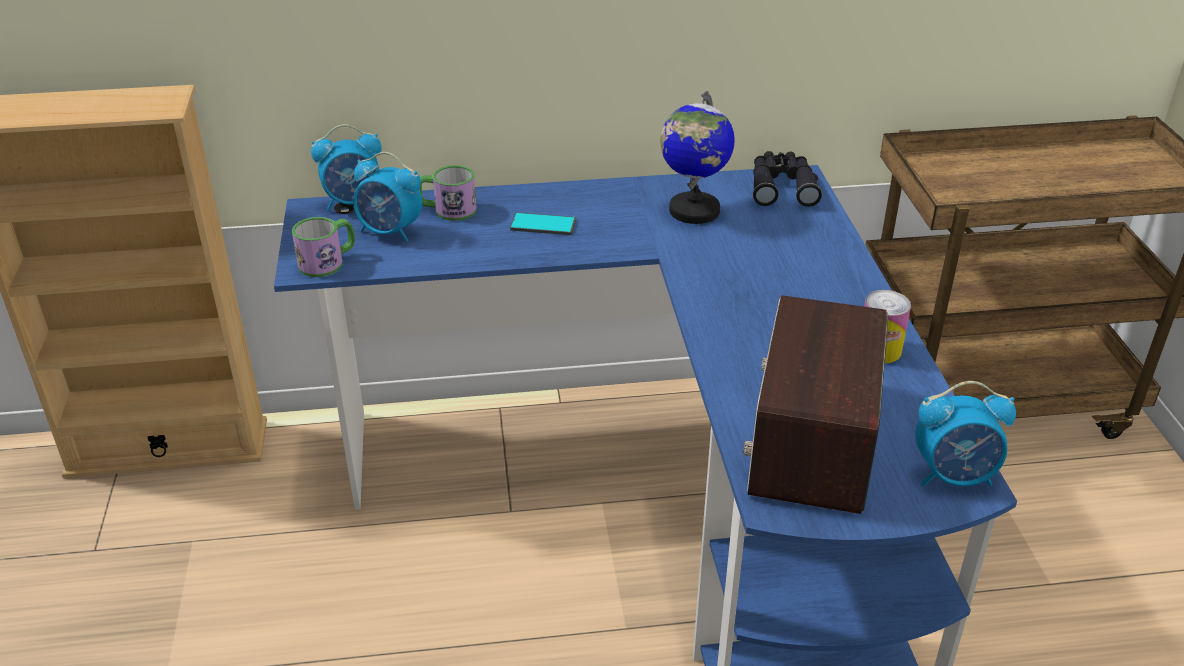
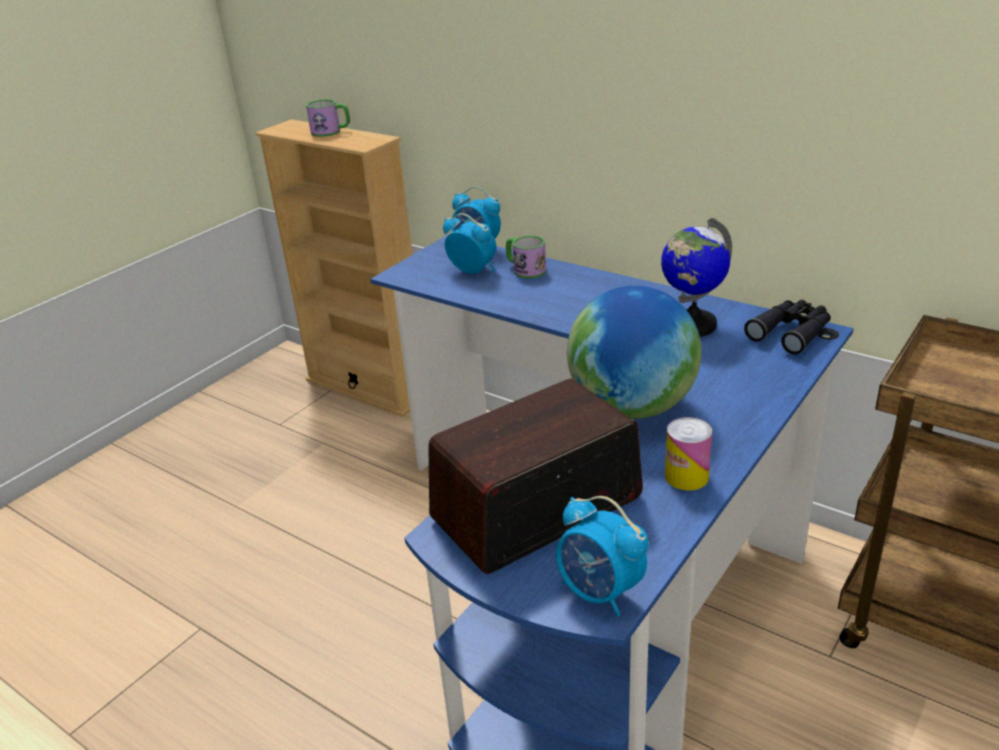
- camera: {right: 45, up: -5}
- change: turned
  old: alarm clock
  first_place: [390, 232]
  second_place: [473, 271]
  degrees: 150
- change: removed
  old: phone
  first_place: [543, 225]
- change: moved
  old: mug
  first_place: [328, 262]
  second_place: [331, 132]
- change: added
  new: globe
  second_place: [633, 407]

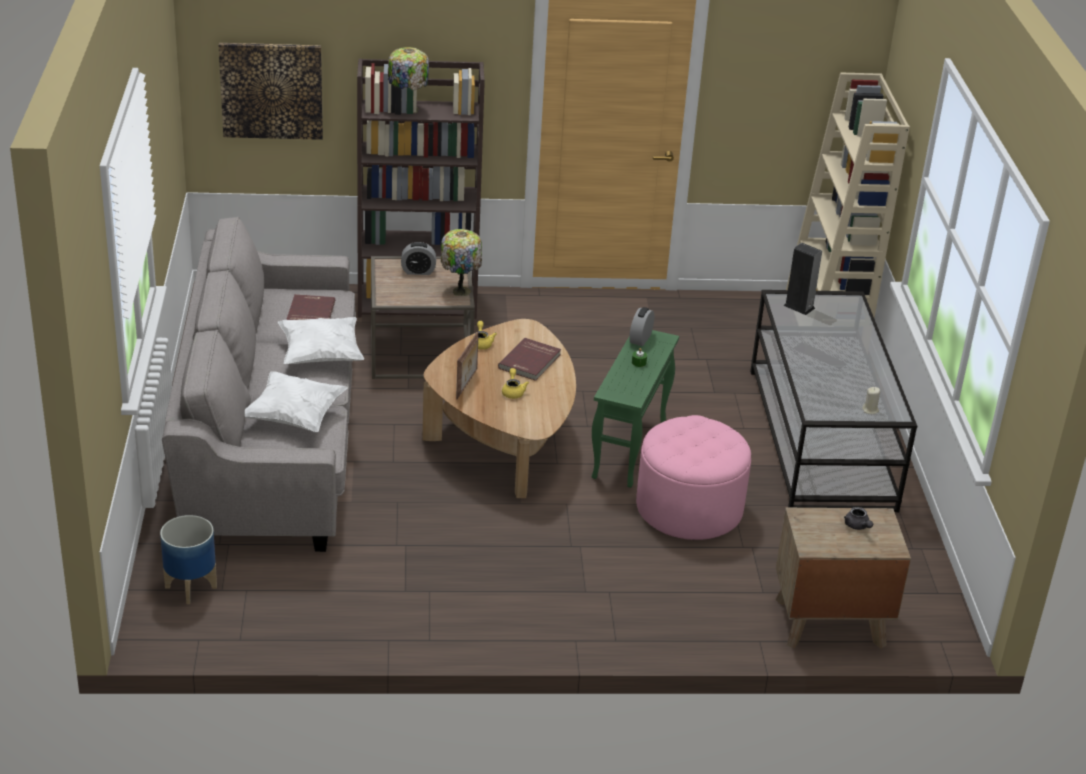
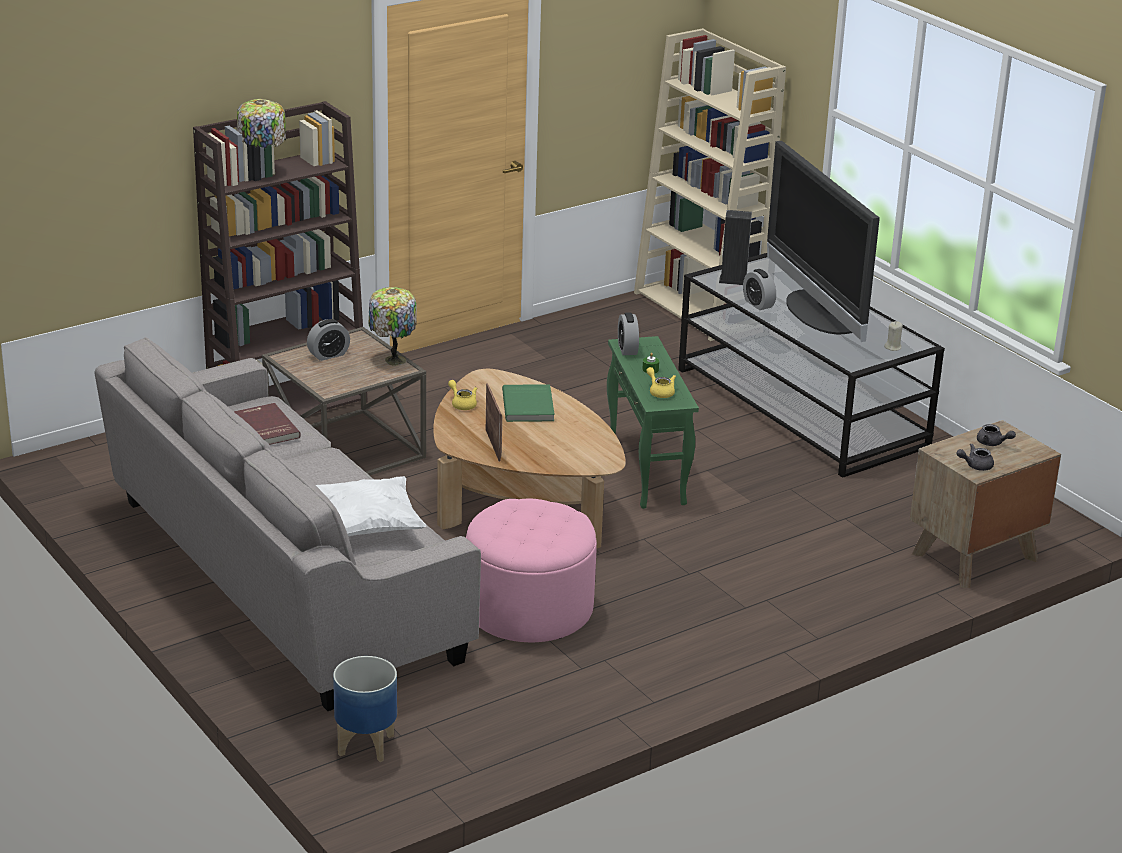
- camera: {right: -30, up: -5}
- change: removed
  old: picture
  first_place: [271, 90]
- change: removed
  old: white pillow
  first_place: [321, 356]
- change: recoloured
  old: red book
  new: green book
  first_place: [530, 362]
  second_place: [529, 406]
- change: moved
  old: yellow teapot
  first_place: [513, 391]
  second_place: [660, 392]
- change: moved
  old: pink ottoman
  first_place: [689, 508]
  second_place: [529, 608]
- change: added
  new: television
  second_place: [817, 313]
- change: added
  new: alarm clock
  second_place: [758, 304]
- change: added
  new: grey teapot
  second_place: [975, 465]

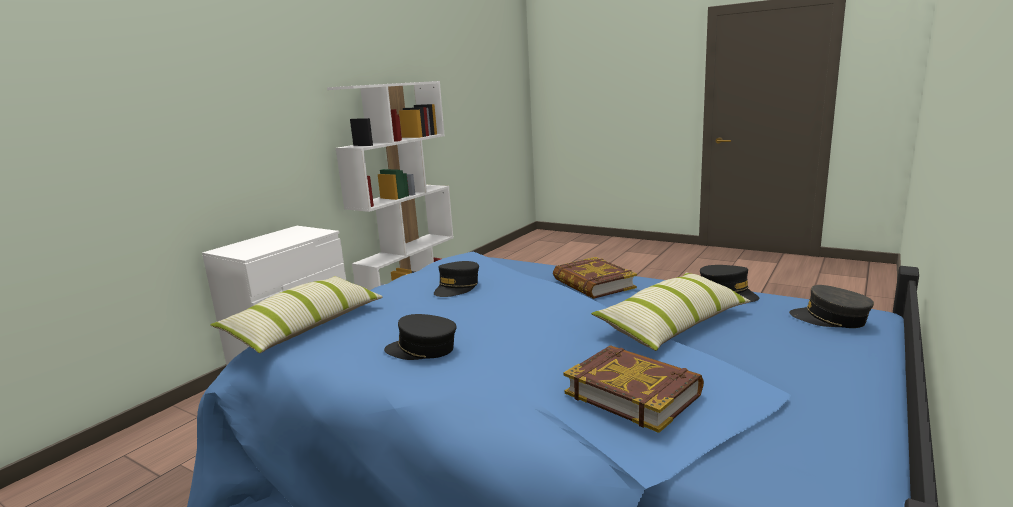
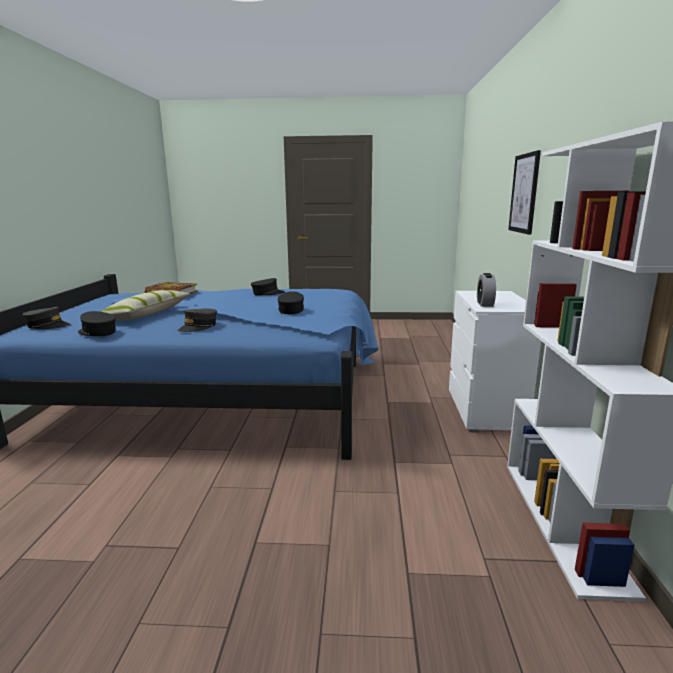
- camera: {right: 150, up: 0}
- change: replaced
  old: book
  new: grey cap
  first_place: [593, 284]
  second_place: [198, 327]
- change: removed
  old: pillow
  first_place: [305, 326]
- change: added
  new: picture
  second_place: [524, 193]
- change: added
  new: alarm clock
  second_place: [485, 304]

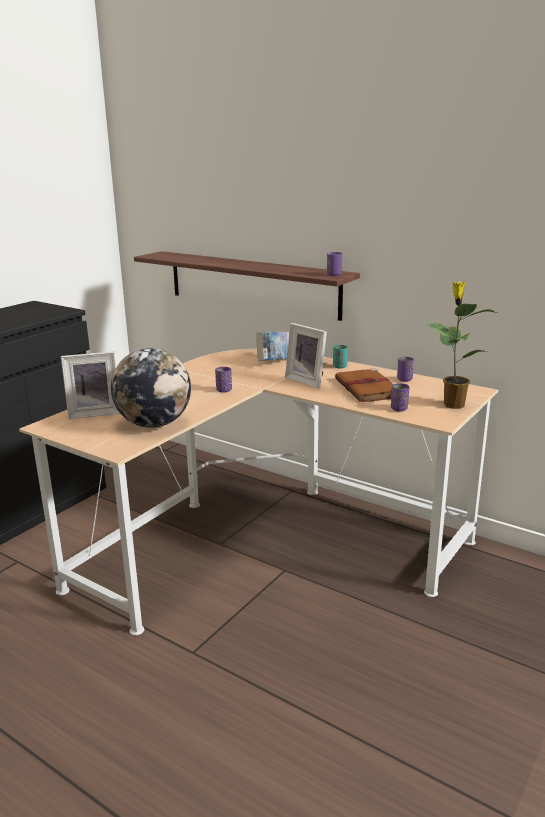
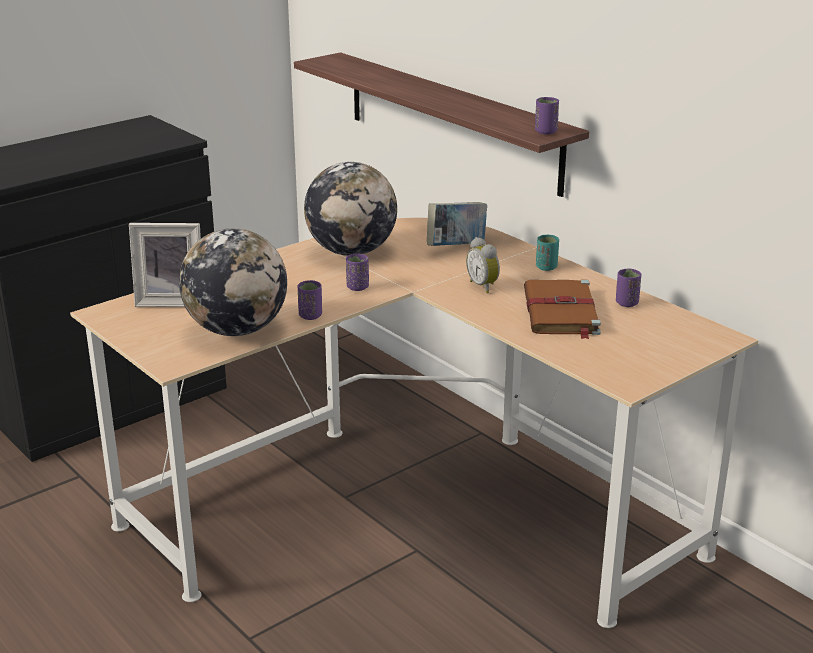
- camera: {right: 15, up: 5}
- change: removed
  old: potted plant
  first_place: [452, 404]
- change: replaced
  old: picture frame
  new: alarm clock
  first_place: [308, 380]
  second_place: [484, 286]
- change: moved
  old: purple cup
  first_place: [399, 409]
  second_place: [310, 316]
- change: added
  new: globe
  second_place: [351, 251]

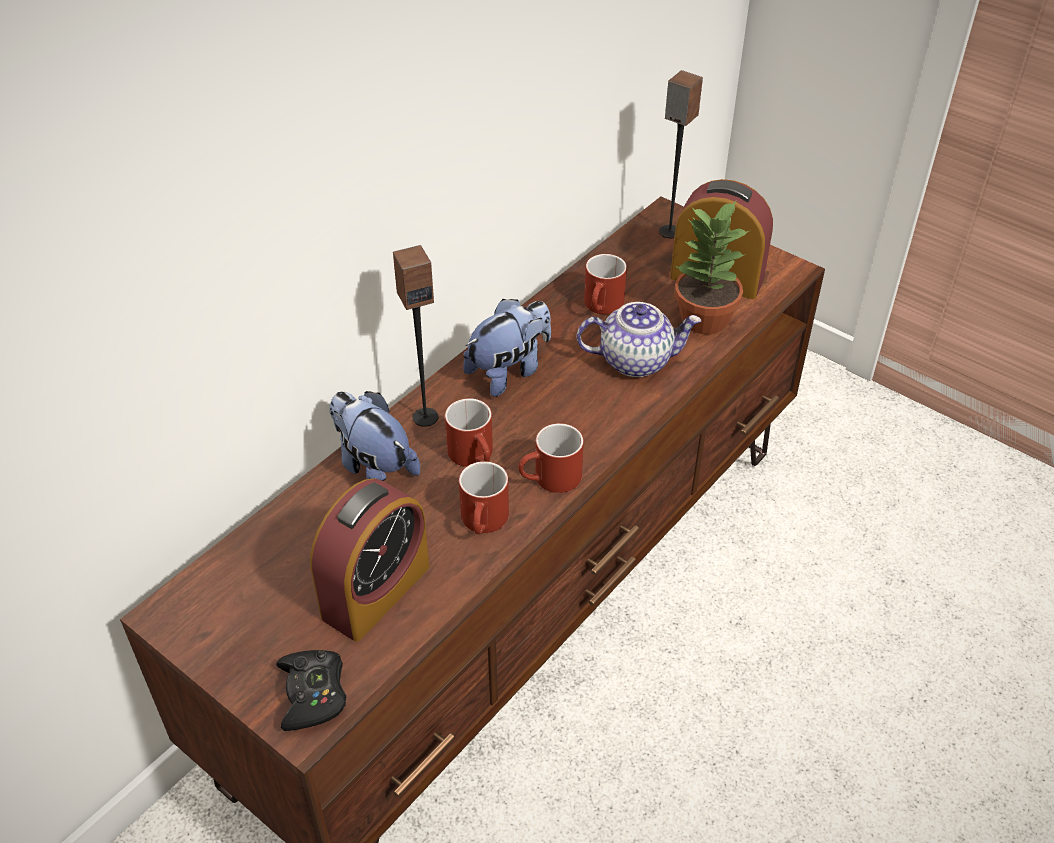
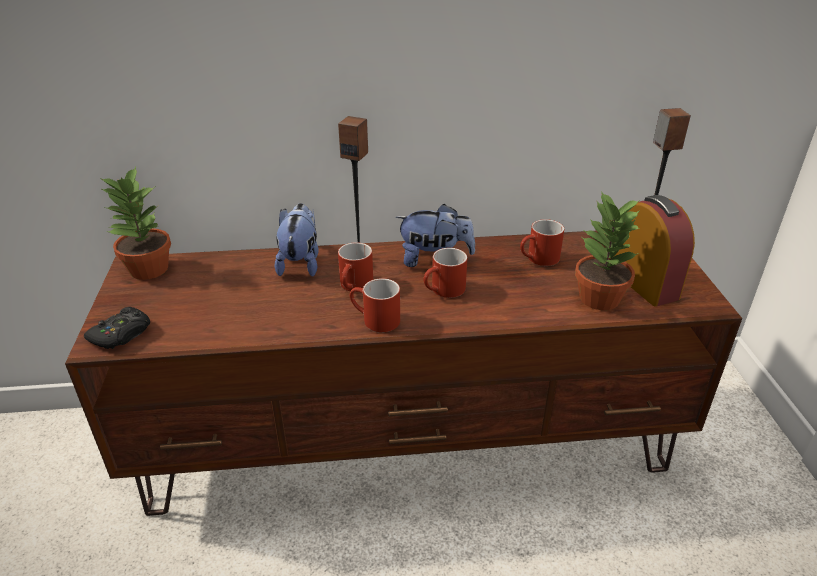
- camera: {right: 45, up: -10}
- change: removed
  old: teapot
  first_place: [636, 360]
- change: moved
  old: red mug
  first_place: [485, 523]
  second_place: [444, 291]
- change: removed
  old: alarm clock
  first_place: [376, 591]
- change: added
  new: potted plant
  second_place: [147, 269]

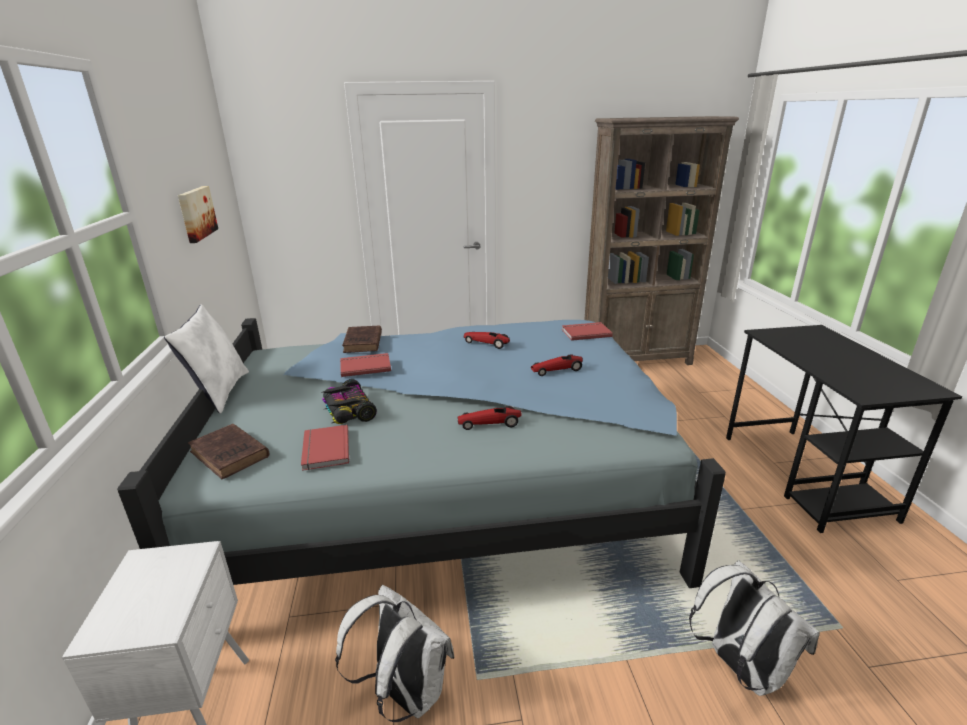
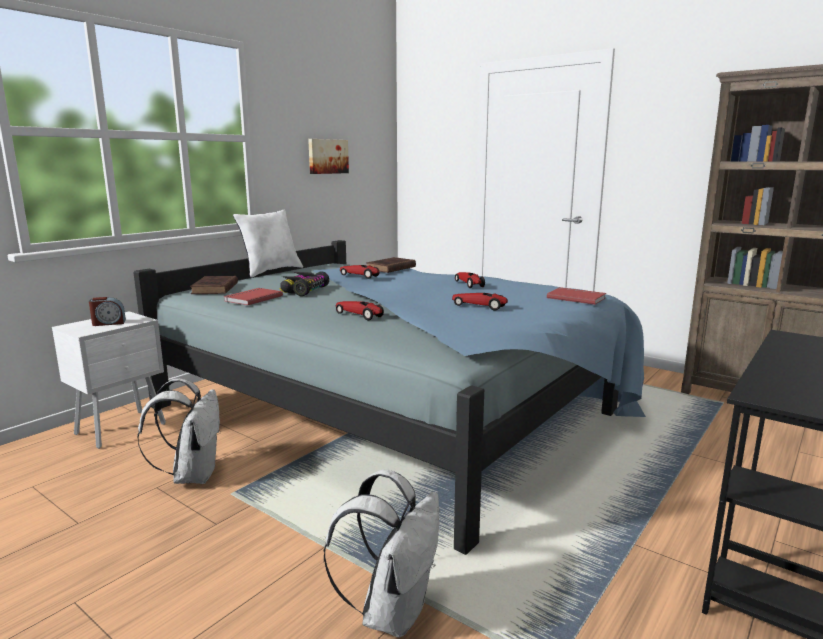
- camera: {right: 45, up: -10}
- change: replaced
  old: red book
  new: toy car
  first_place: [365, 366]
  second_place: [359, 276]
- change: added
  new: alarm clock
  second_place: [109, 323]

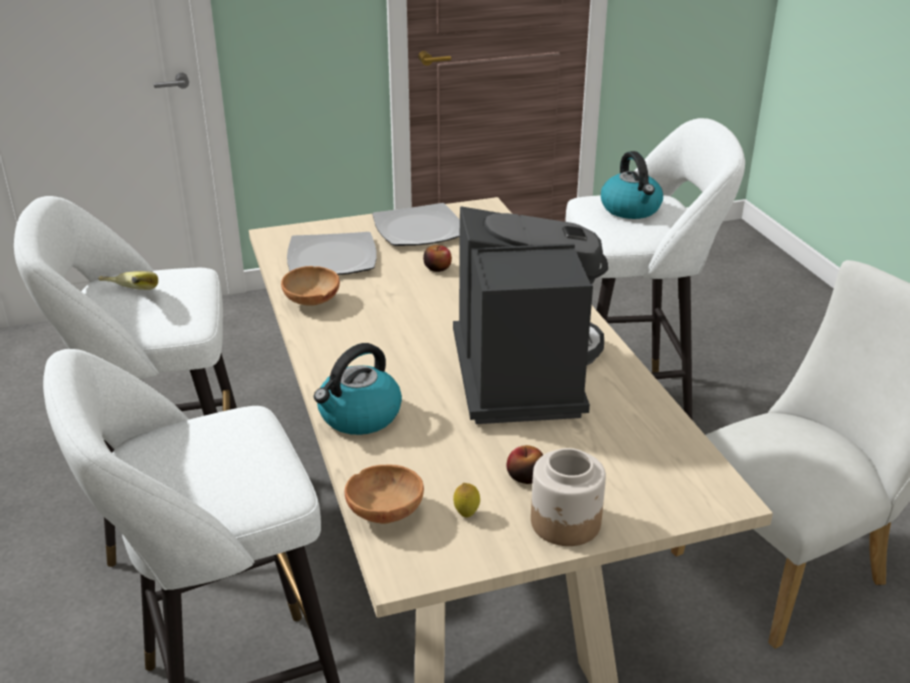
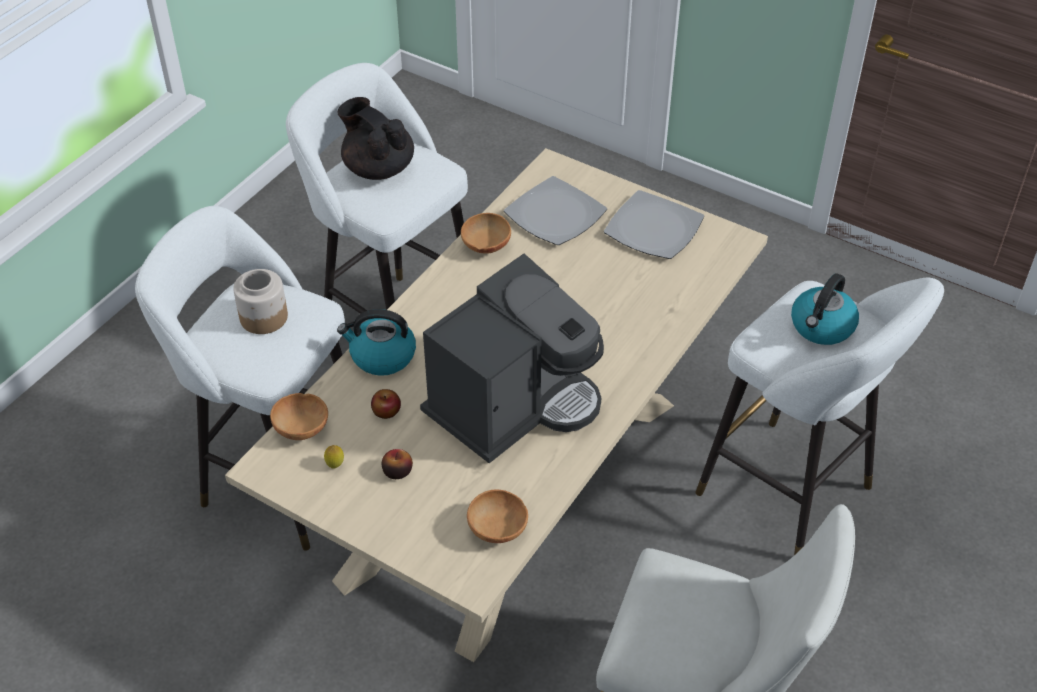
- camera: {right: 50, up: 15}
- change: moved
  old: apple
  first_place: [437, 268]
  second_place: [386, 411]
- change: replaced
  old: banana
  new: black teapot
  first_place: [128, 298]
  second_place: [378, 168]
- change: moved
  old: jar
  first_place: [566, 523]
  second_place: [263, 318]
- change: added
  new: brown bowl
  second_place: [498, 529]

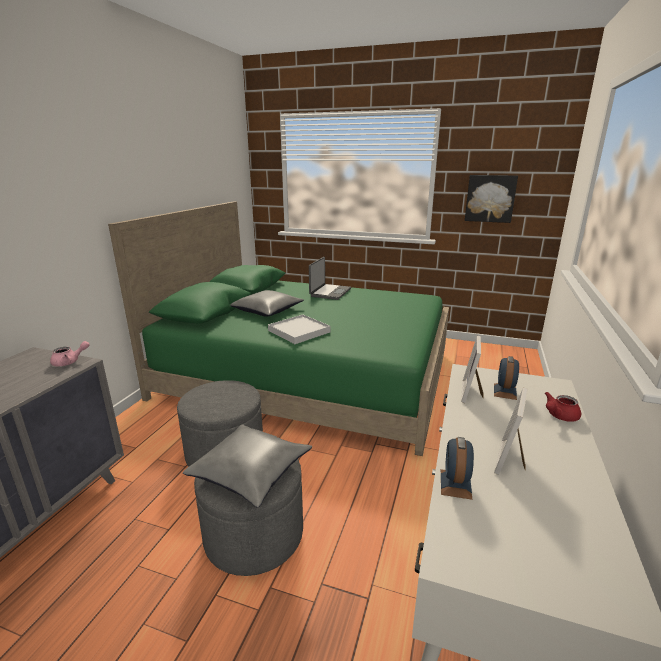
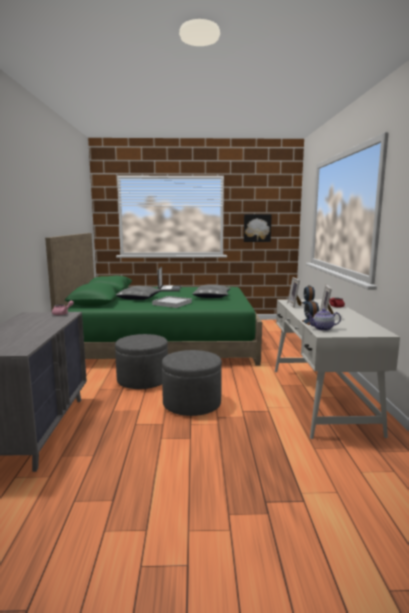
- camera: {right: -20, up: -10}
- change: moved
  old: grey pillow
  first_place: [251, 471]
  second_place: [212, 296]
- change: added
  new: teapot
  second_place: [322, 328]

